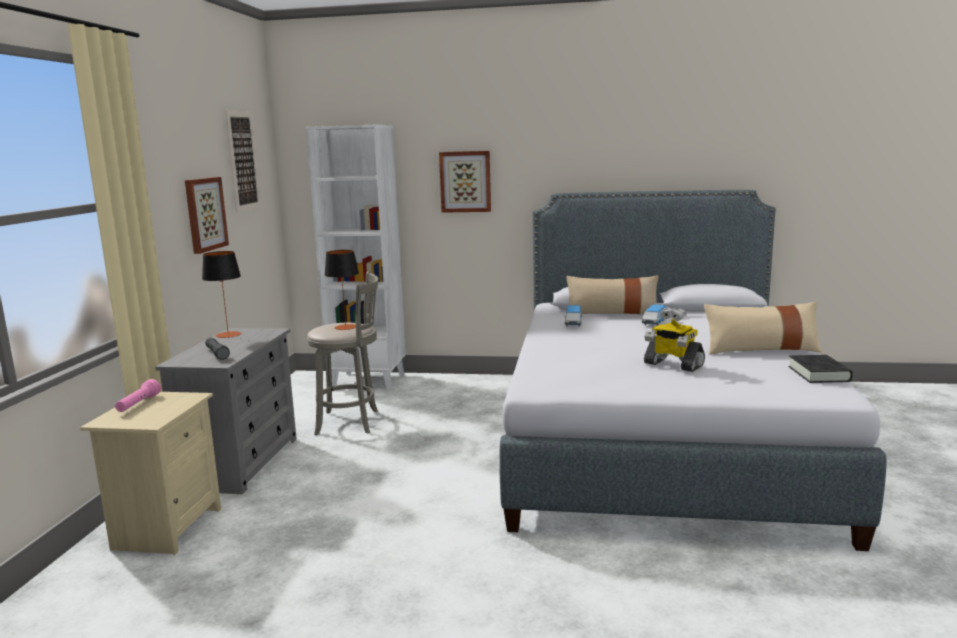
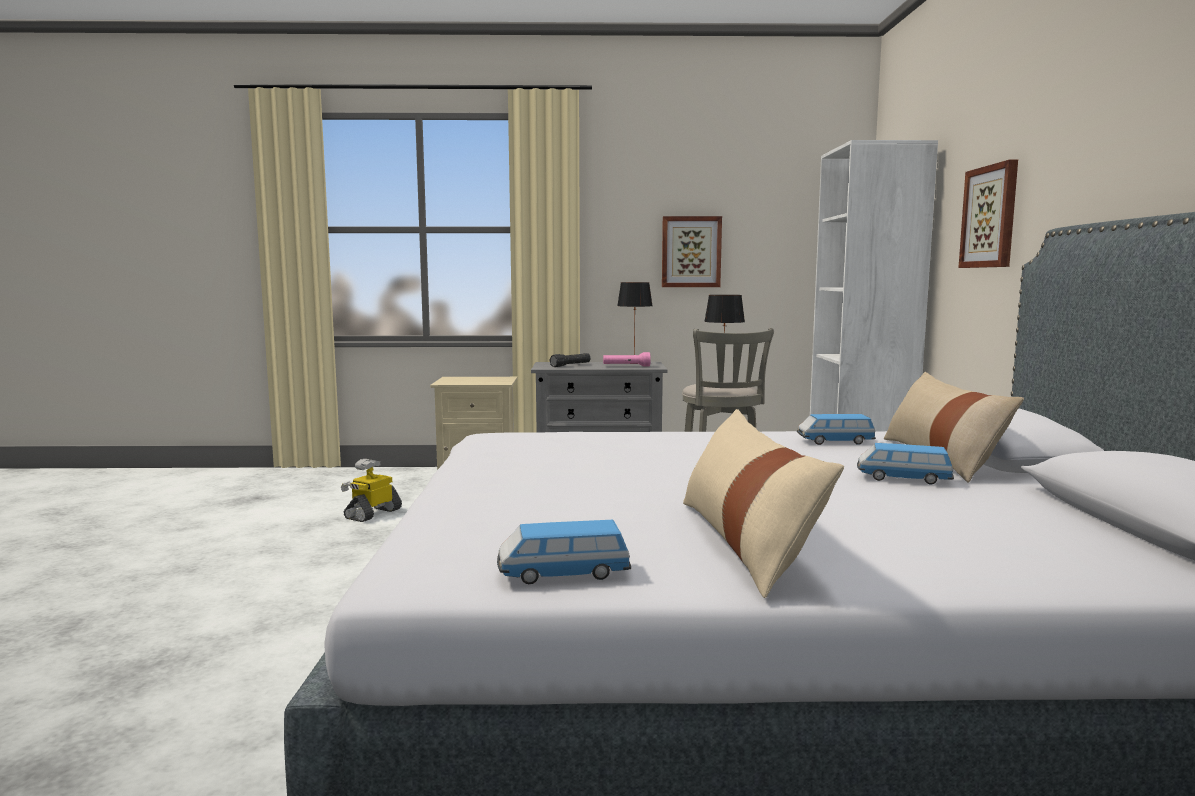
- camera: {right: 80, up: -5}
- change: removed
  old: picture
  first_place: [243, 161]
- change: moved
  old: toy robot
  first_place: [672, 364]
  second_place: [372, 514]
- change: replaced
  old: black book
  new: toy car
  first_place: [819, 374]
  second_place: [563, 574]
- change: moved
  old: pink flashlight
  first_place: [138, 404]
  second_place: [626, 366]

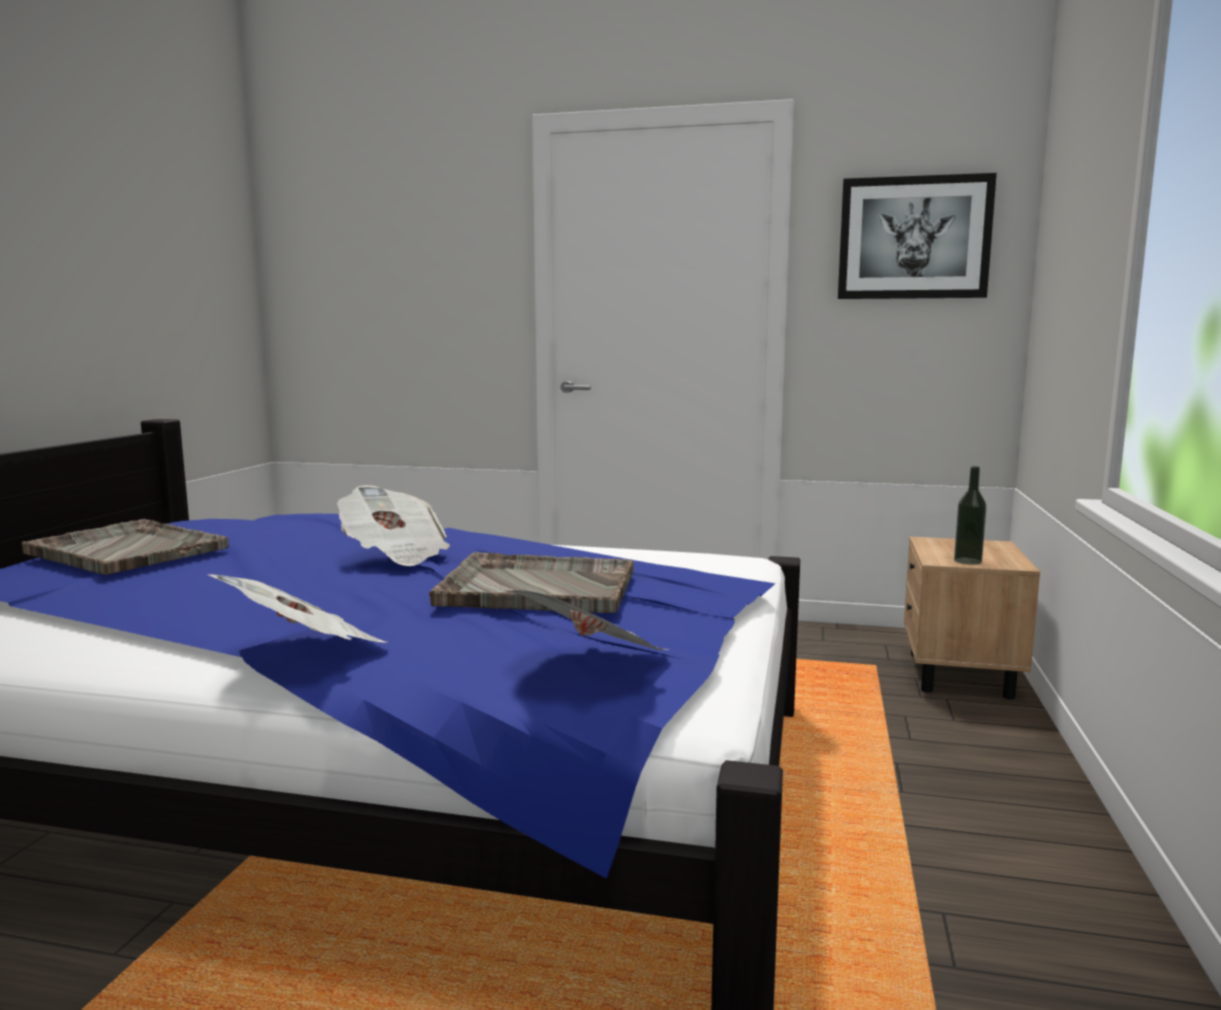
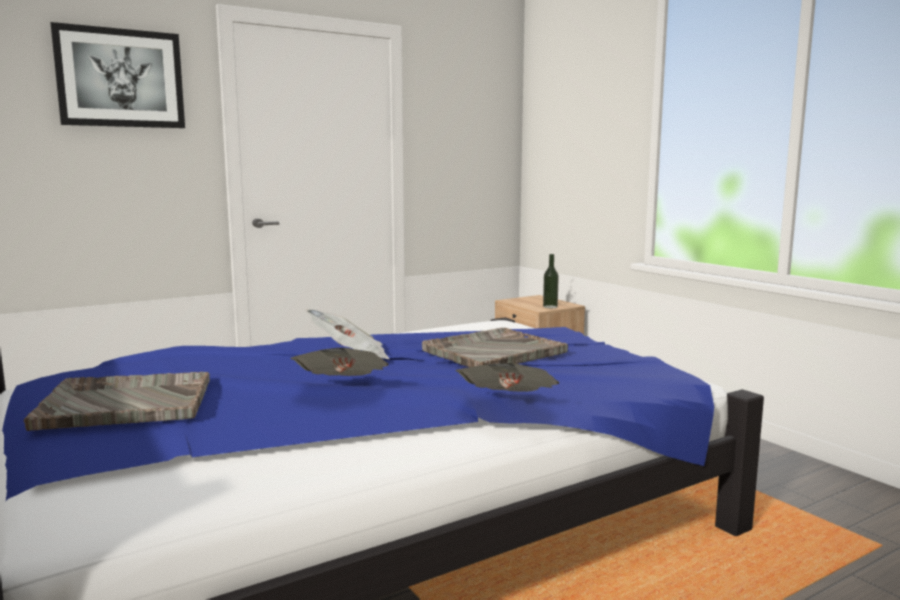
- camera: {right: -45, up: 0}
- change: moved
  old: picture
  first_place: [914, 238]
  second_place: [120, 78]
- change: moved
  old: newspaper
  first_place: [592, 664]
  second_place: [343, 389]

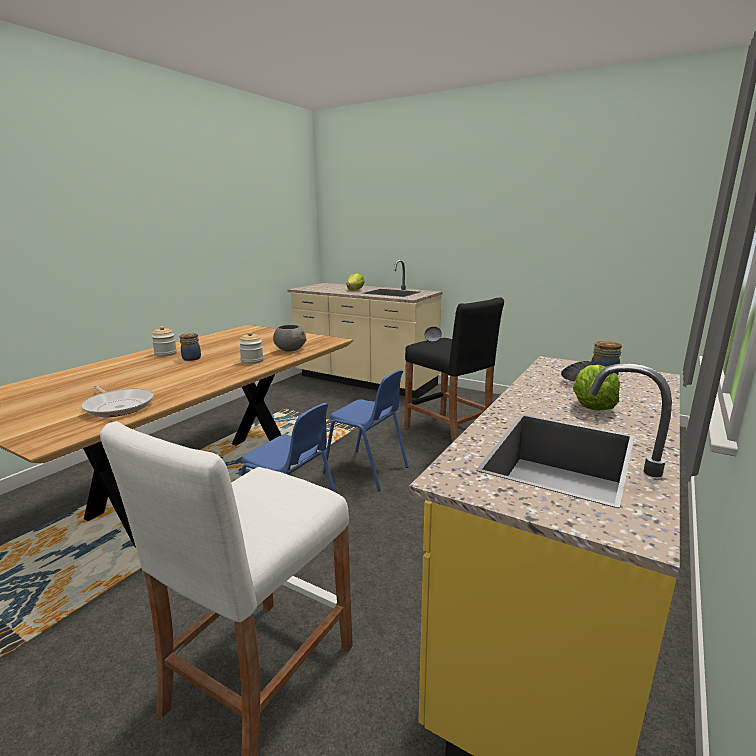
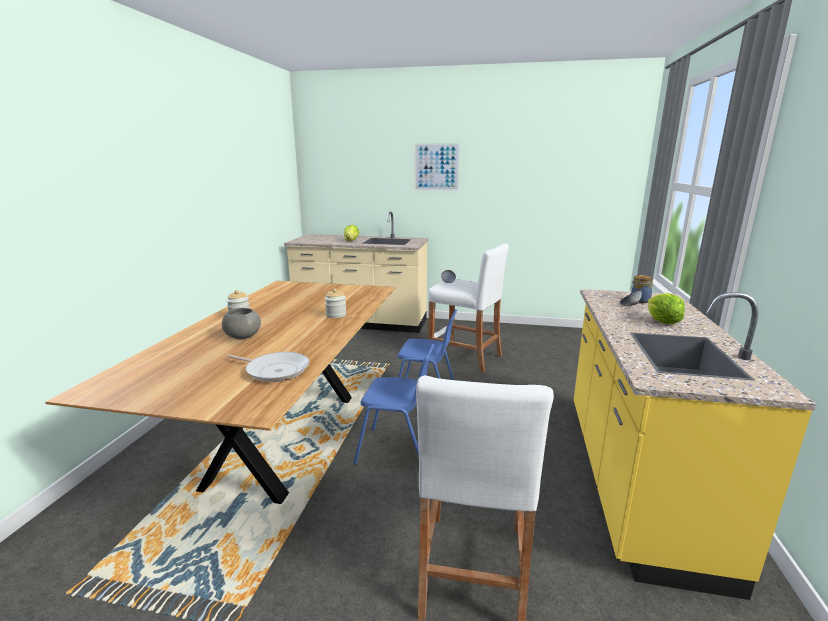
- camera: {right: -20, up: 0}
- change: recoloured
  old: black stool
  new: white stool
  first_place: [448, 432]
  second_place: [465, 357]
- change: moved
  old: grey bowl
  first_place: [290, 350]
  second_place: [243, 336]
- change: removed
  old: jar
  first_place: [191, 358]
- change: added
  new: picture
  second_place: [436, 167]

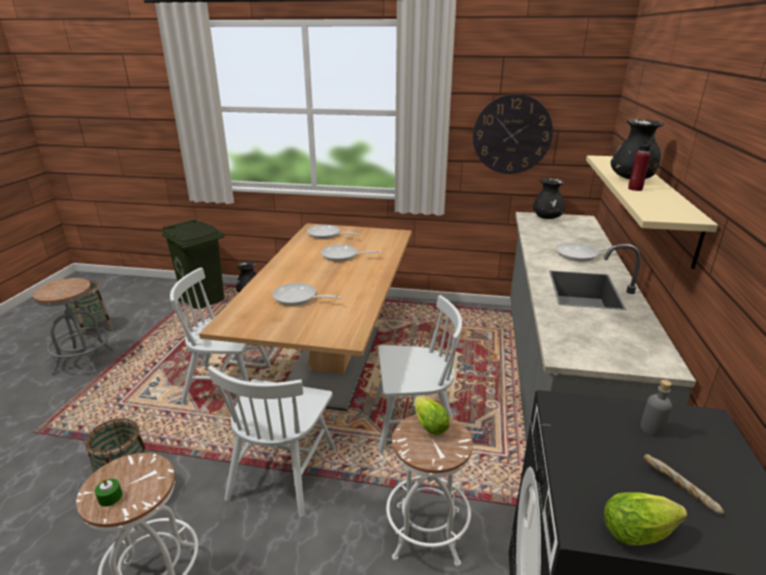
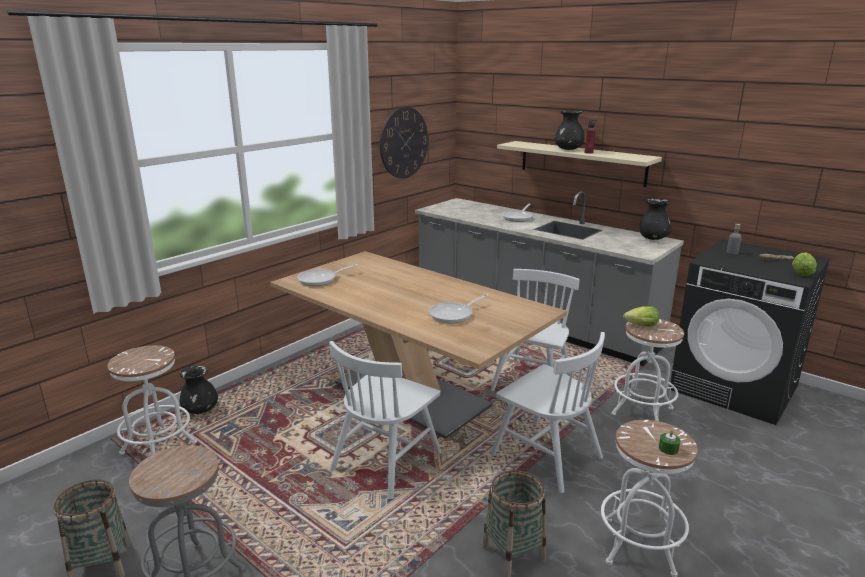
- camera: {right: -60, up: -5}
- change: moved
  old: black vase
  first_place: [547, 218]
  second_place: [653, 239]
- change: replaced
  old: green trash can
  new: white stool
  first_place: [202, 299]
  second_place: [159, 448]
- change: removed
  old: frying pan
  first_place: [343, 256]

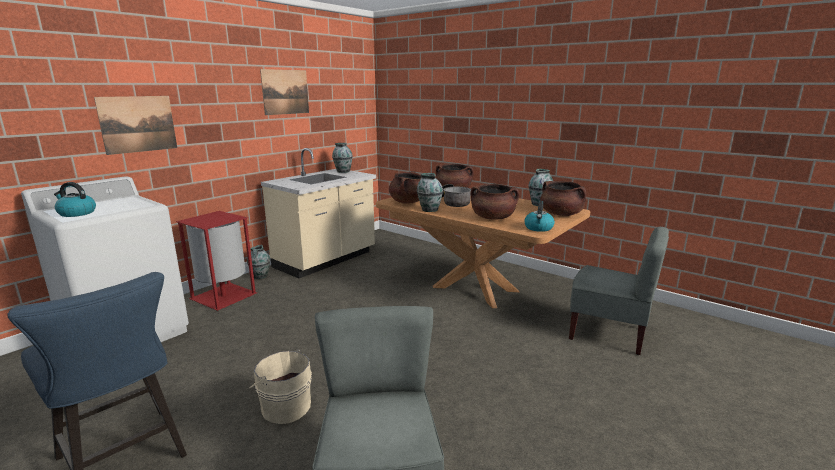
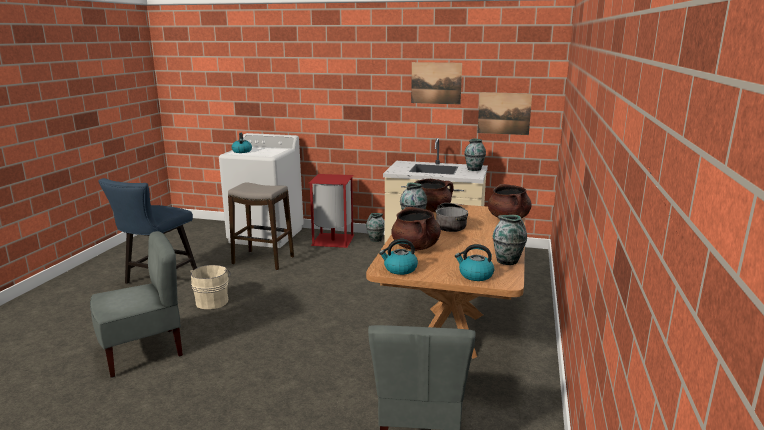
- camera: {right: 65, up: 0}
- change: moved
  old: picture
  first_place: [138, 124]
  second_place: [504, 113]
- change: replaced
  old: brown cooking pot
  new: kettle
  first_place: [561, 214]
  second_place: [475, 275]
- change: added
  new: stool
  second_place: [263, 260]

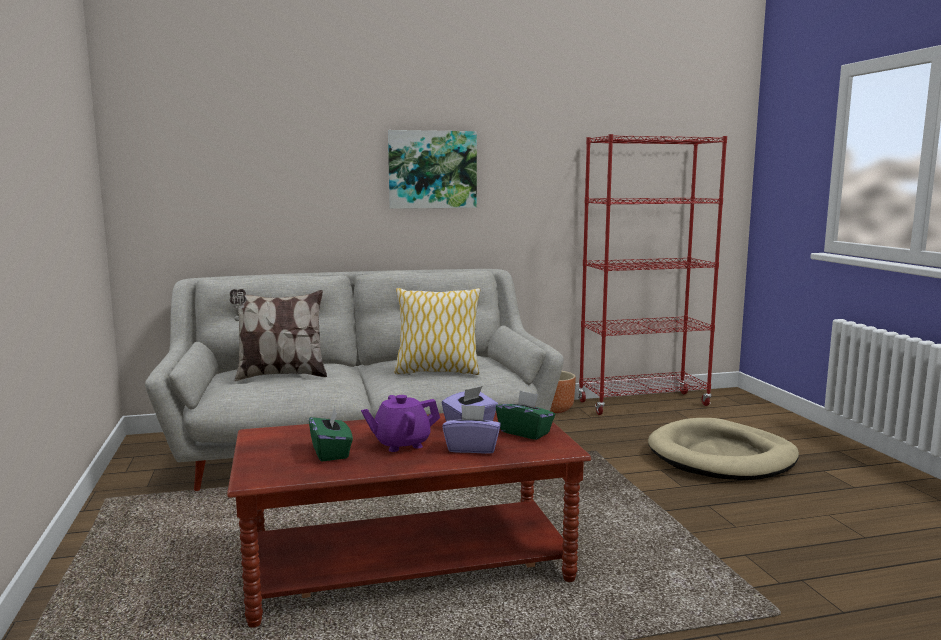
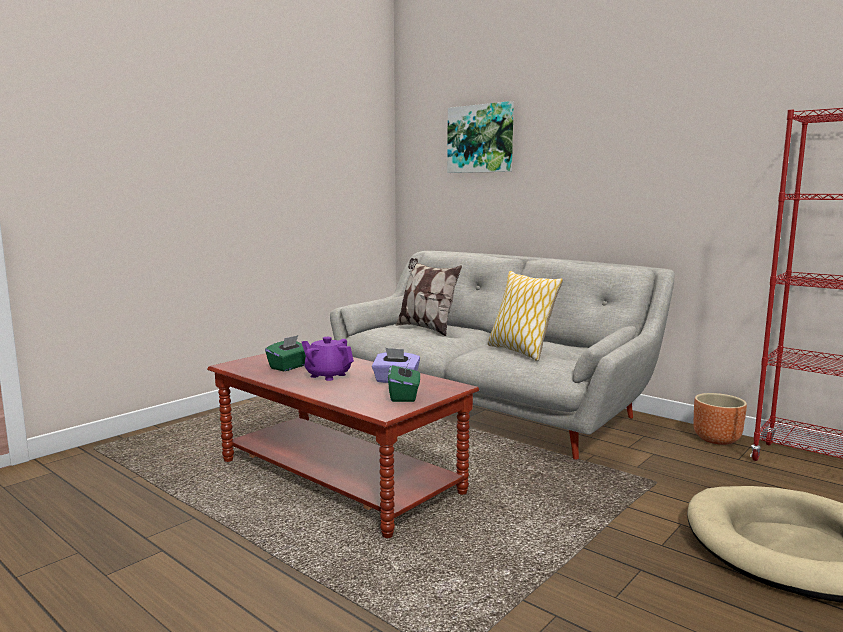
- camera: {right: 55, up: 0}
- change: moved
  old: picture
  first_place: [432, 169]
  second_place: [481, 139]
- change: removed
  old: purple tissue box
  first_place: [472, 448]

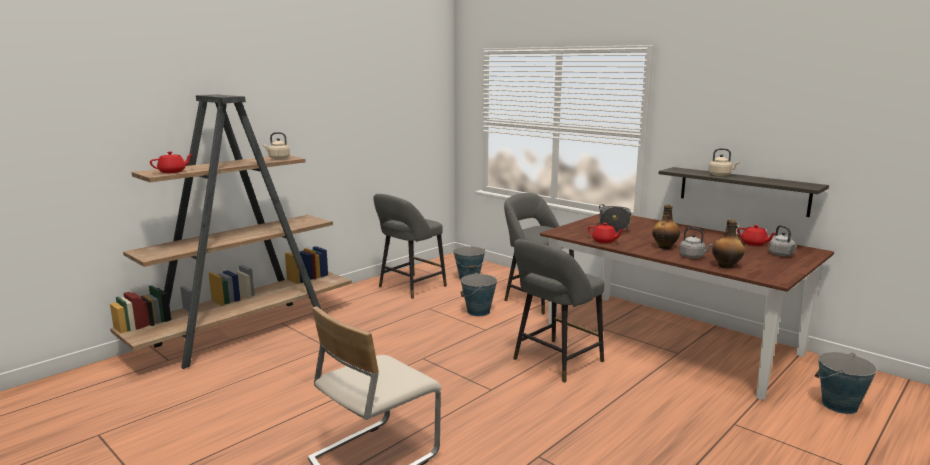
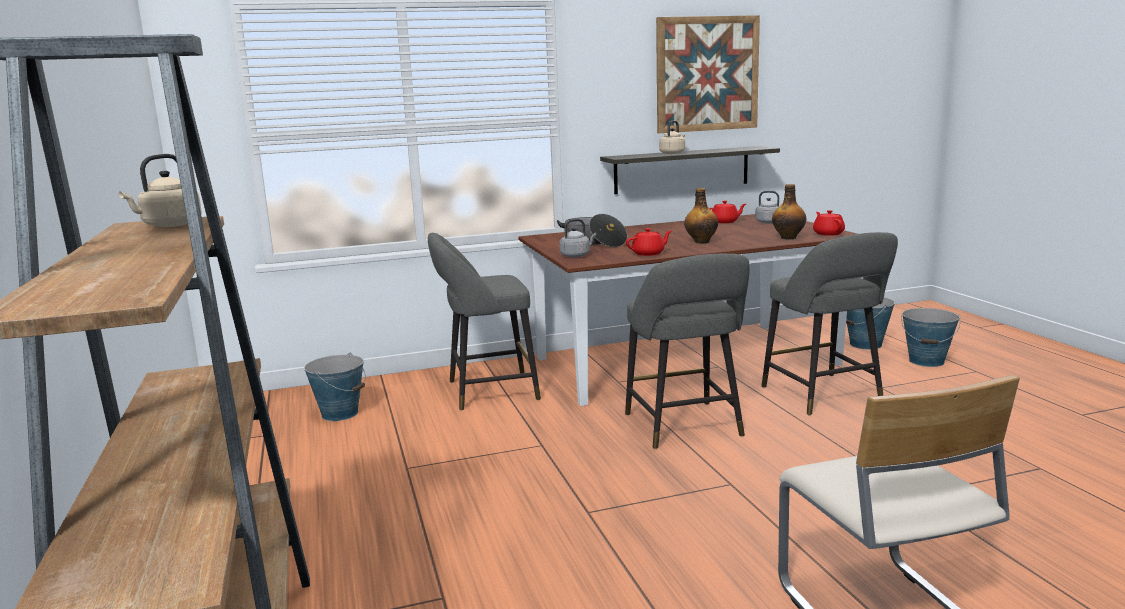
- camera: {right: -60, up: 0}
- change: moved
  old: red teapot
  first_place: [173, 171]
  second_place: [828, 233]
- change: moved
  old: grey stool
  first_place: [409, 287]
  second_place: [825, 396]
- change: moved
  old: grey kettle
  first_place: [693, 256]
  second_place: [576, 255]
- change: moved
  old: bucket
  first_place: [478, 312]
  second_place: [926, 361]
- change: added
  new: picture
  second_place: [707, 74]

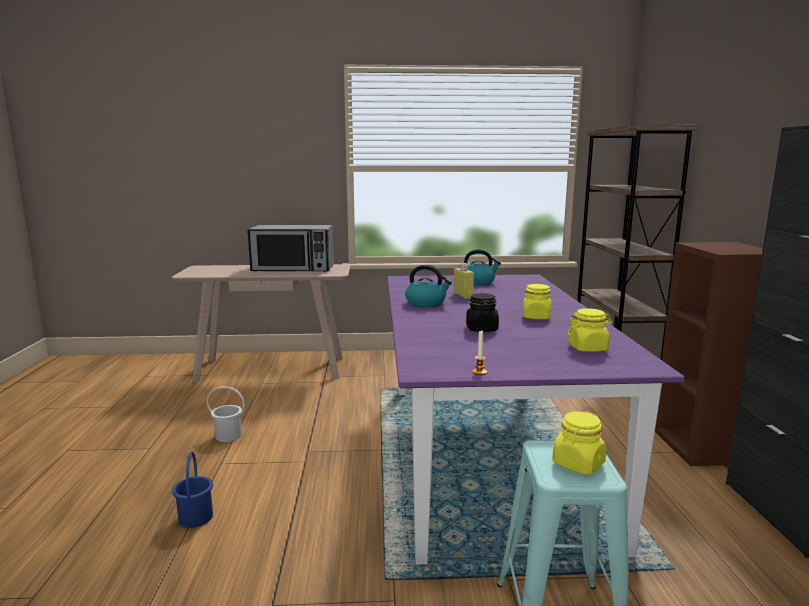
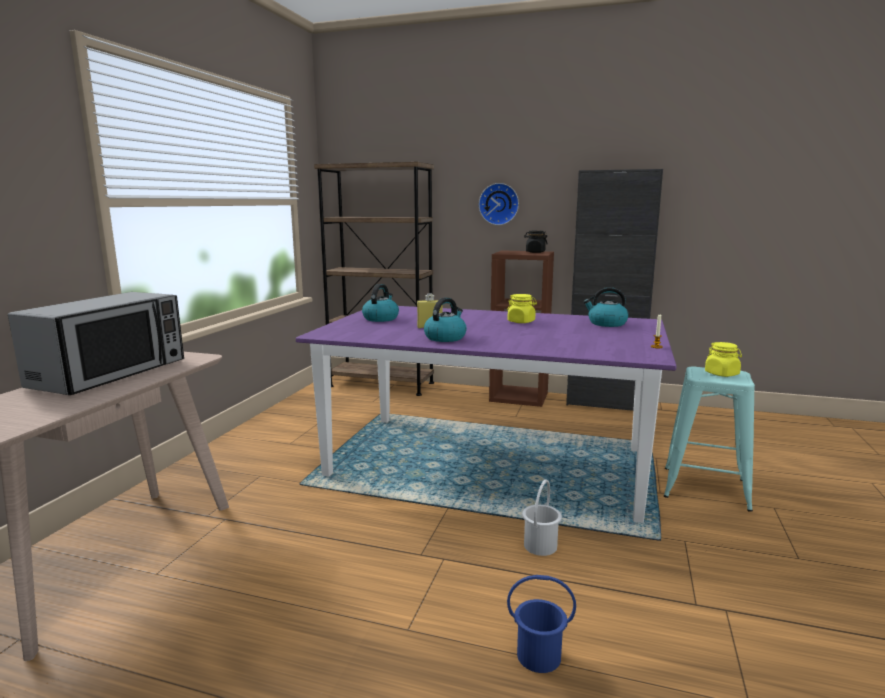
- camera: {right: -70, up: 0}
- change: moved
  old: black jar
  first_place: [481, 329]
  second_place: [535, 252]
- change: replaced
  old: yellow jar
  new: kettle
  first_place: [588, 348]
  second_place: [606, 323]
- change: moved
  old: white bucket
  first_place: [228, 435]
  second_place: [539, 546]
- change: added
  new: wall clock
  second_place: [499, 204]

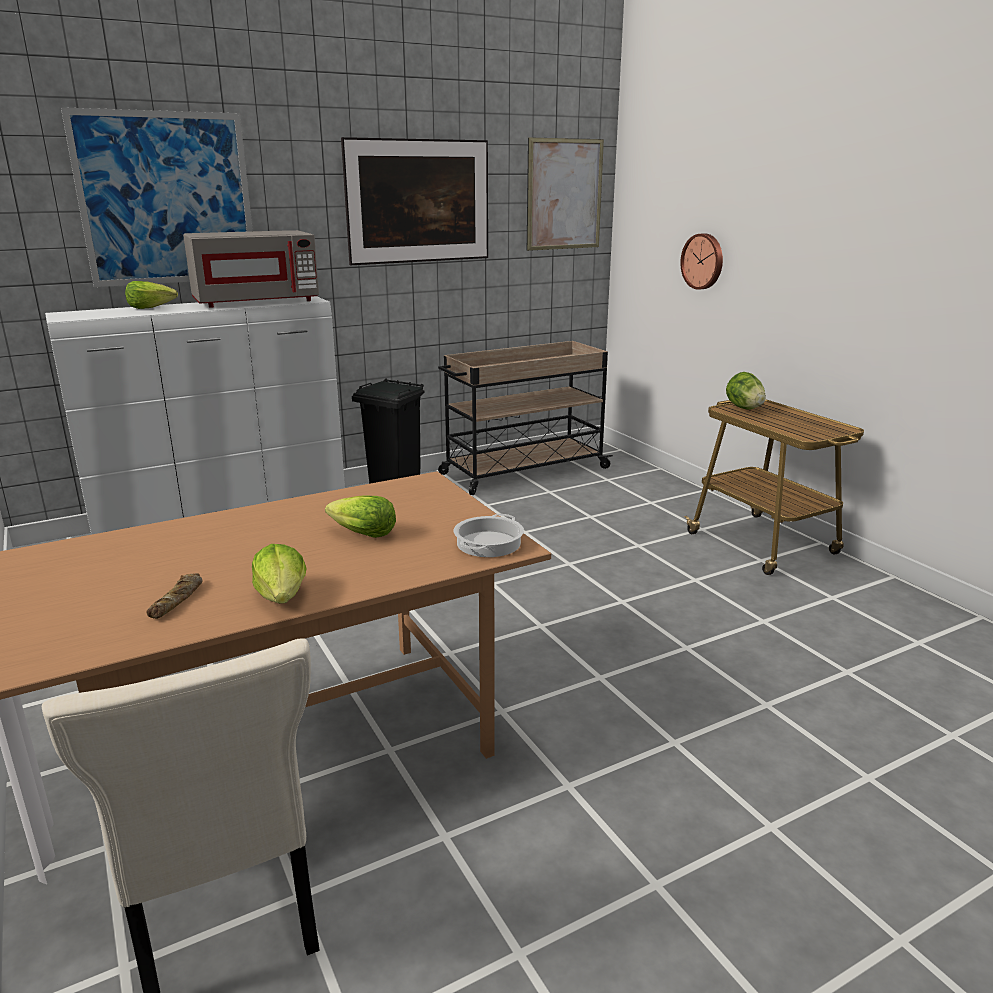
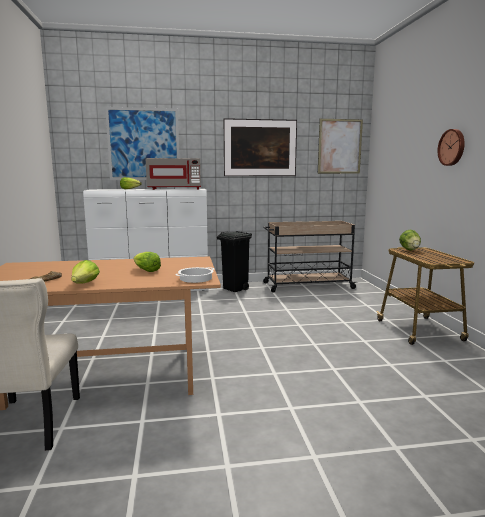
- camera: {right: 20, up: -10}
- change: moved
  old: wall clock
  first_place: [703, 261]
  second_place: [452, 147]

